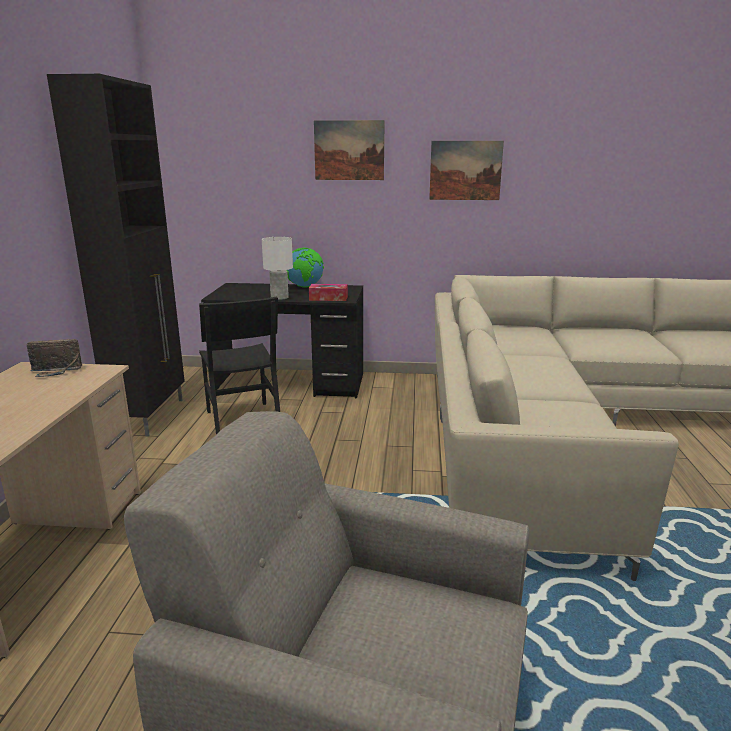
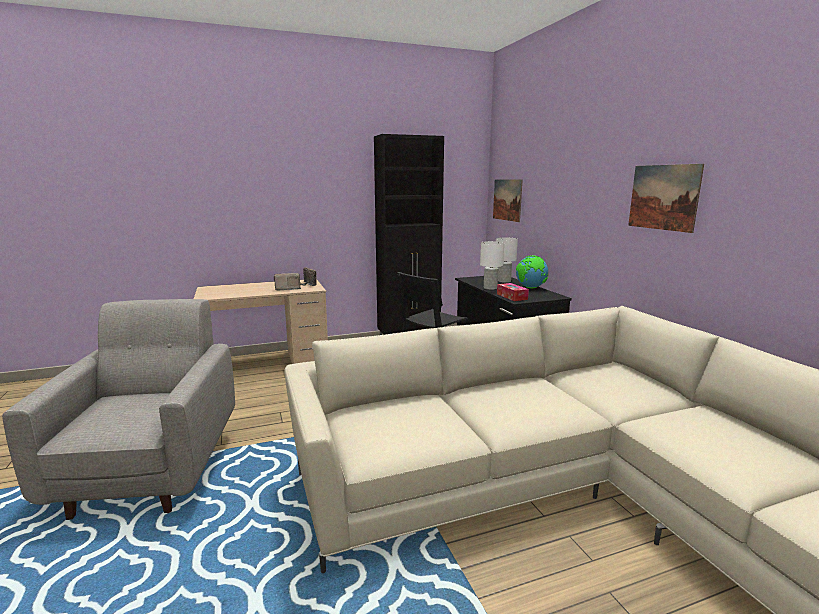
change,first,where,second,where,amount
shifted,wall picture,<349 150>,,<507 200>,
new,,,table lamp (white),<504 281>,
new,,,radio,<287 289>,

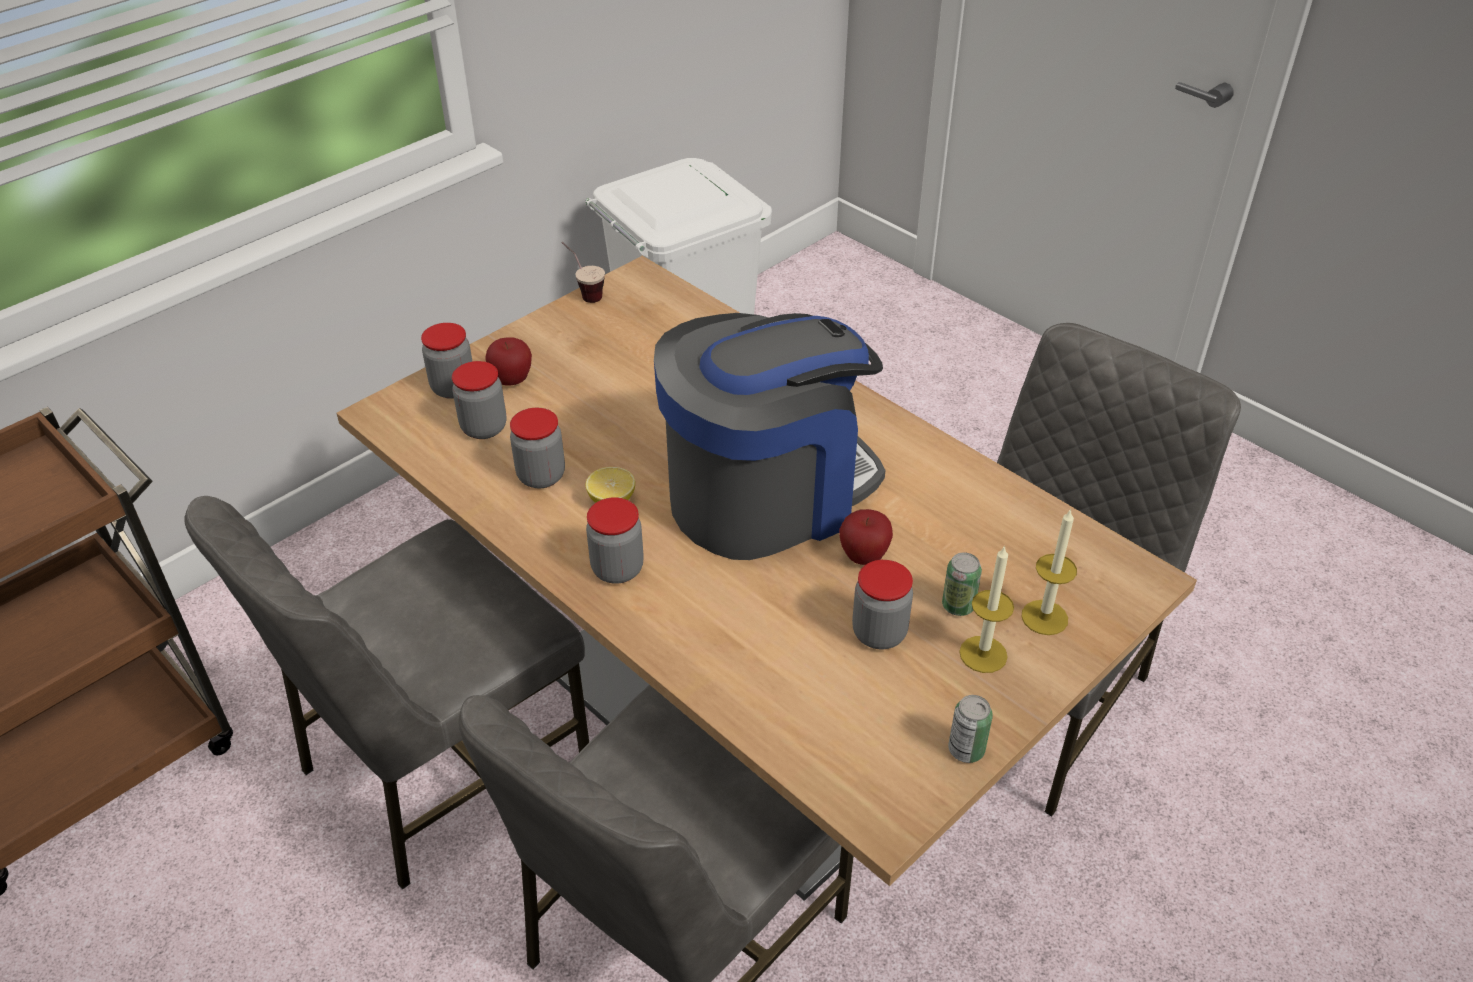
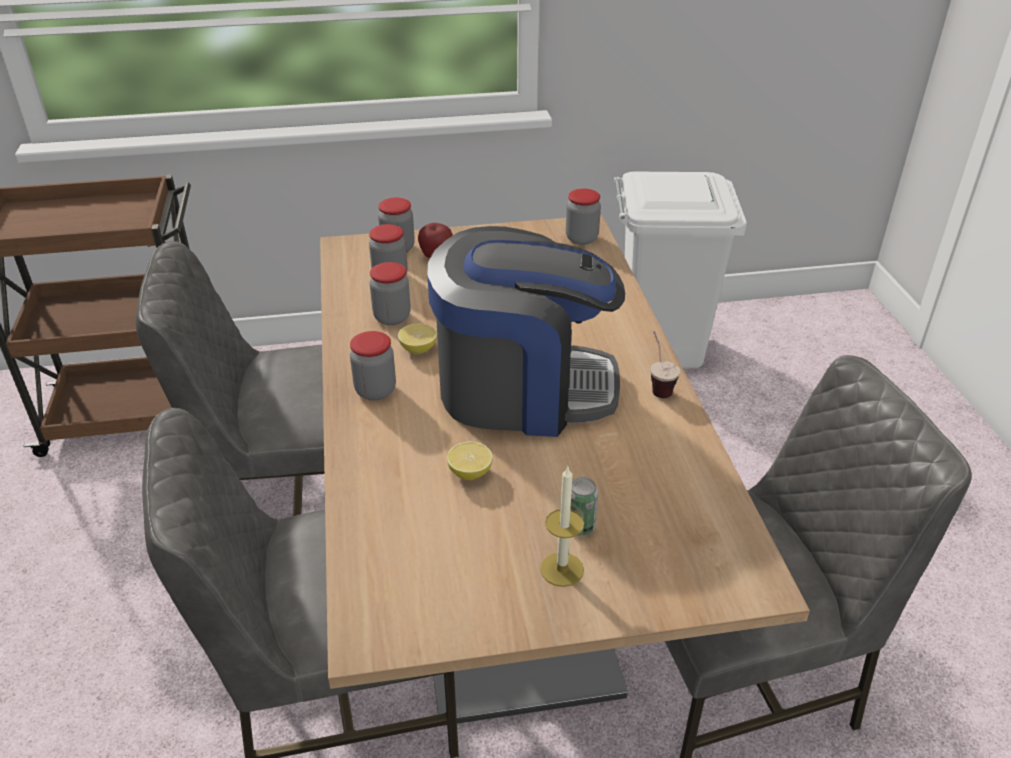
change,first,where,second,where,amount
shifted,drinking cup,<584 293>,,<658 385>,
gone,wax light,<1044 617>,,,
gone,apple,<863 557>,,,
shifted,storage jar,<879 633>,,<581 238>,
gone,sealed can,<966 750>,,,
new,,,whole lemon,<470 472>,

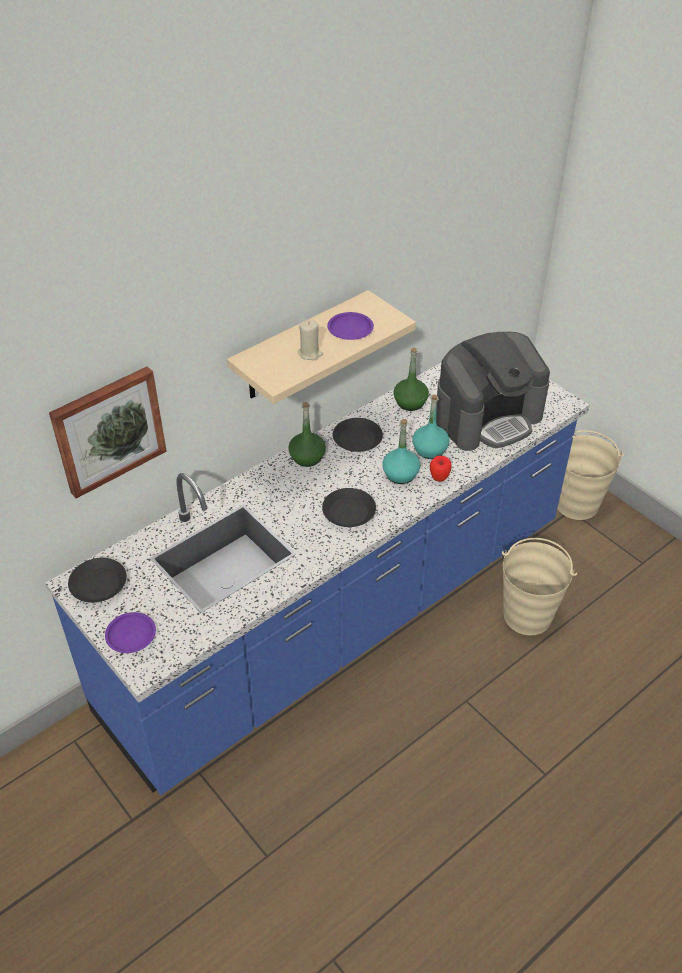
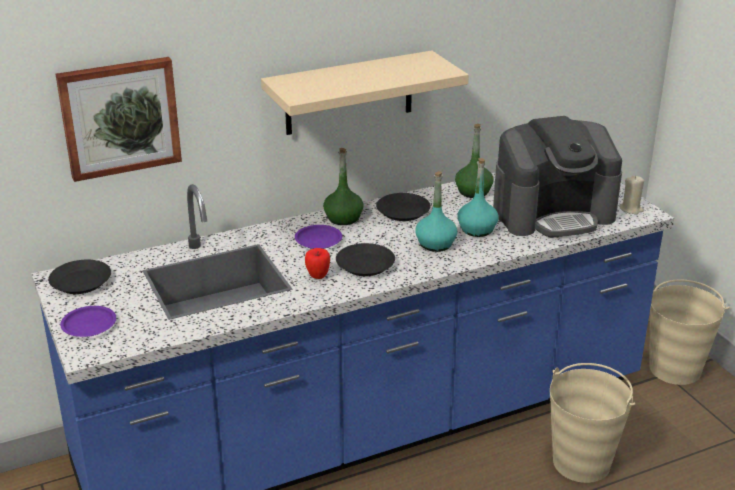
change,first,where,second,where,amount
shifted,plate (purple-coloured),<350 329>,,<318 240>,
shifted,wax light (beige),<310 353>,,<631 209>,
shifted,apple,<439 479>,,<318 277>,

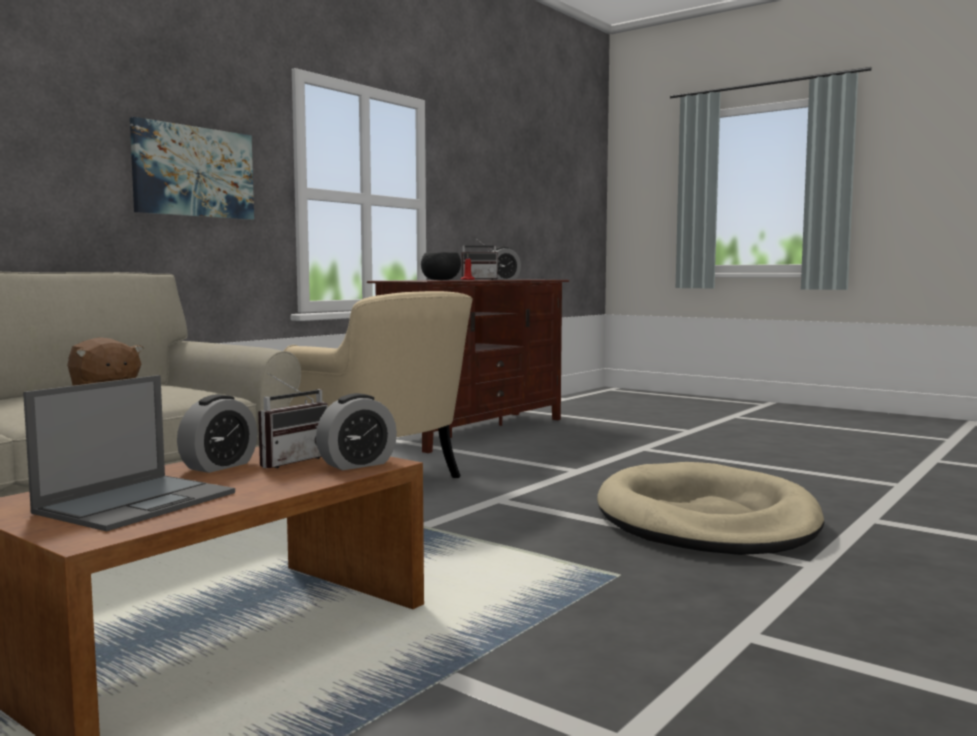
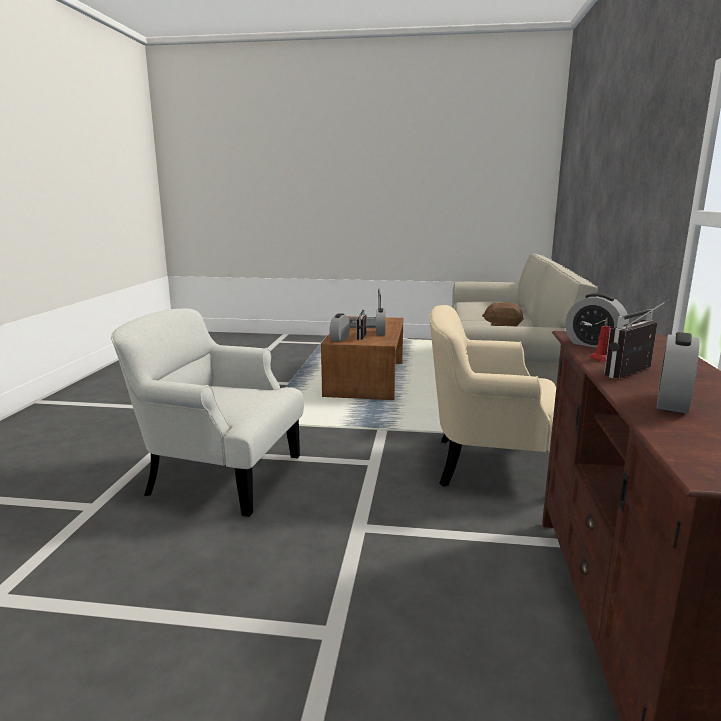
change,first,where,second,where,amount
gone,wall picture,<193 172>,,,
swapped,bowl (black-coloured),<440 280>,alarm clock,<593 344>,
swapped,dog bed (beige),<706 520>,armchair (white),<220 475>,

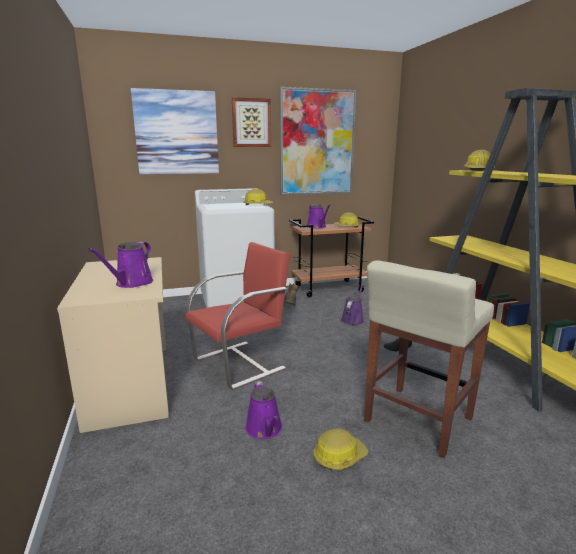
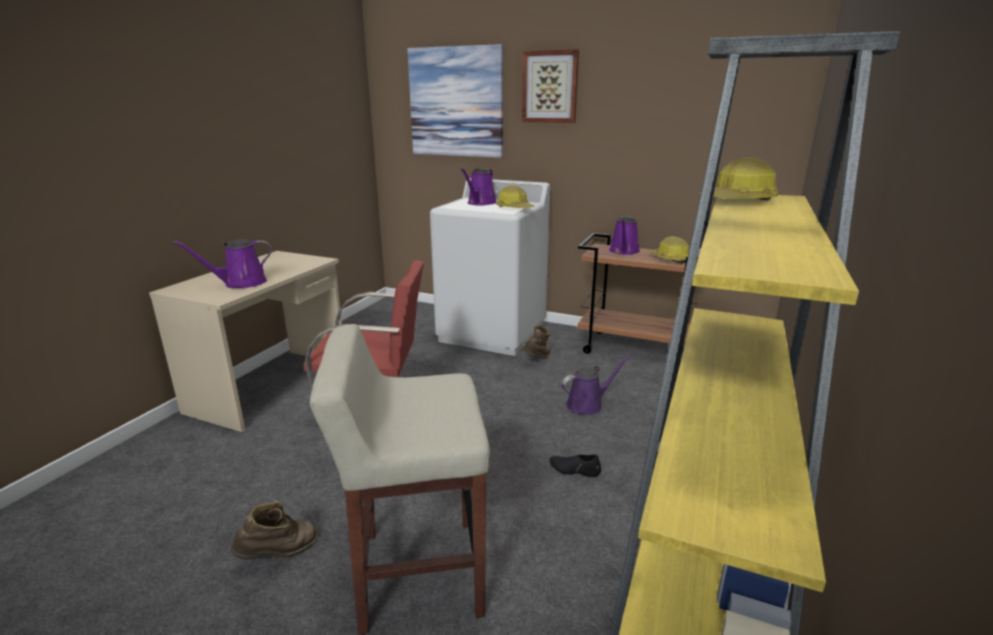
change,first,where,second,where,amount
gone,wall picture,<317 143>,,,
shifted,sprinkling can (purple-coloured),<265 429>,,<480 203>,
swapped,safety helmet,<339 456>,boot (brown),<280 555>,

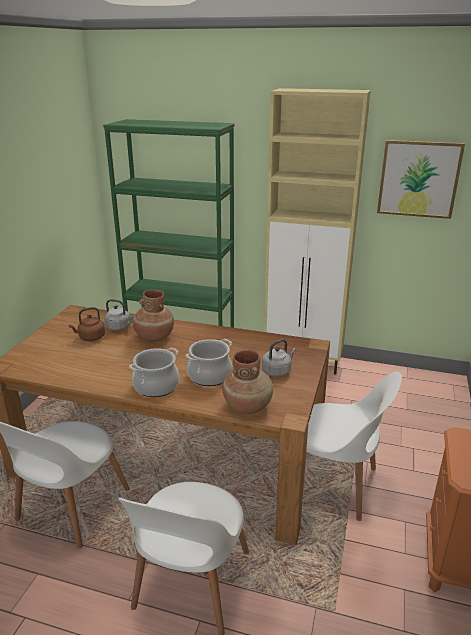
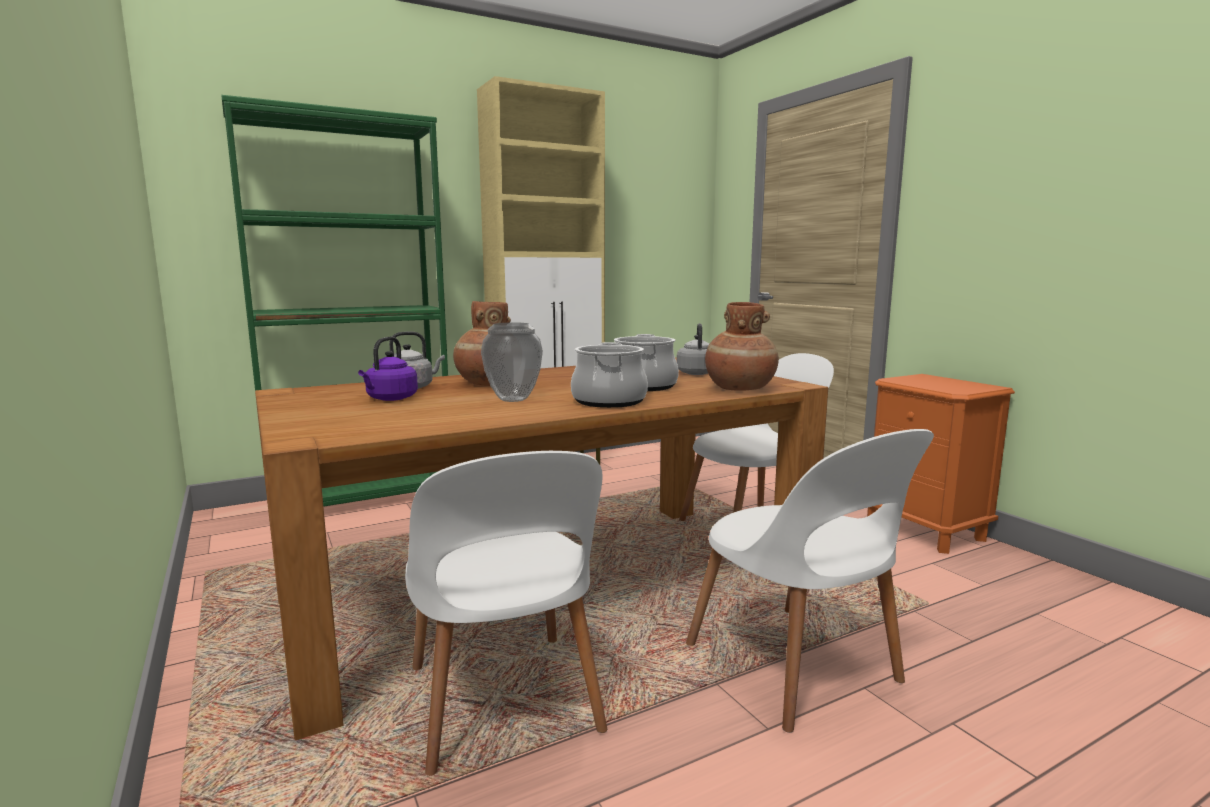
change,first,where,second,where,amount
gone,wall picture,<418 179>,,,
repainted,water kettle (brown),<90 337>,water kettle (purple-coloured),<390 399>,
new,,,decorative vase,<513 399>,

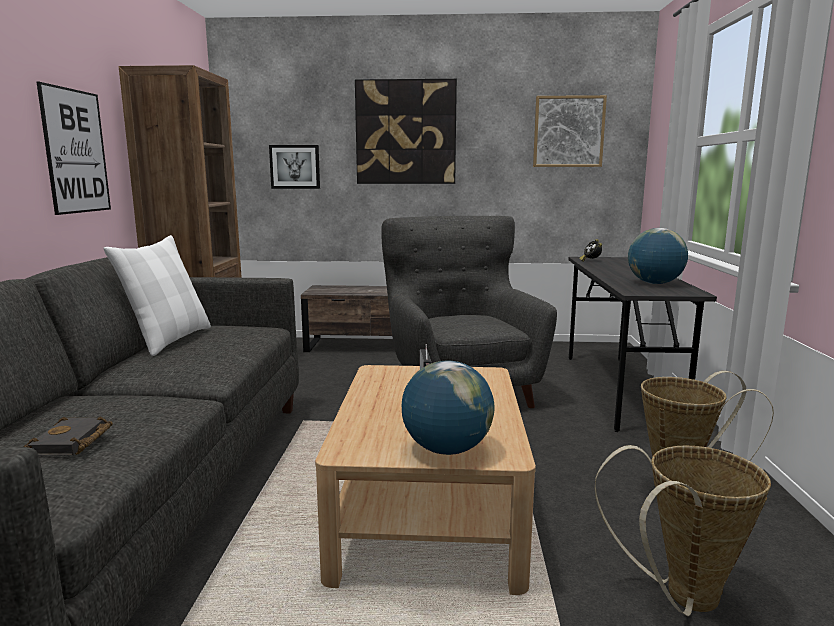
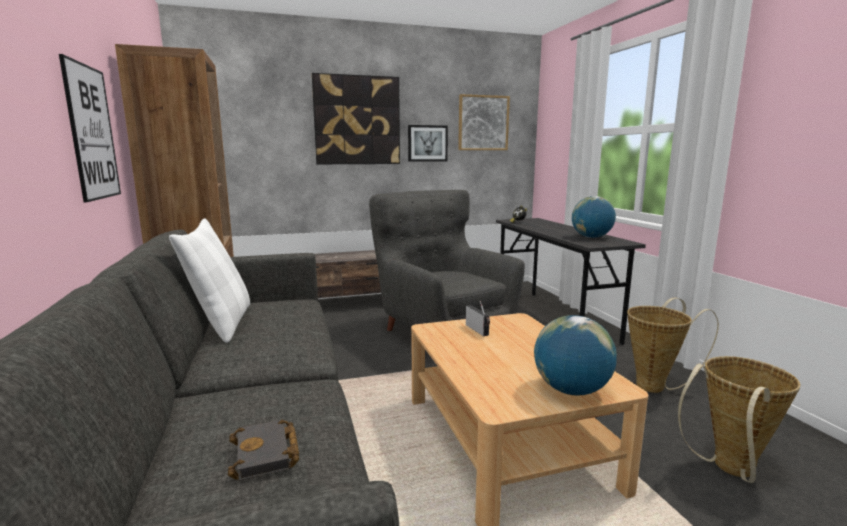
change,first,where,second,where,amount
shifted,wall picture,<295 167>,,<427 143>,

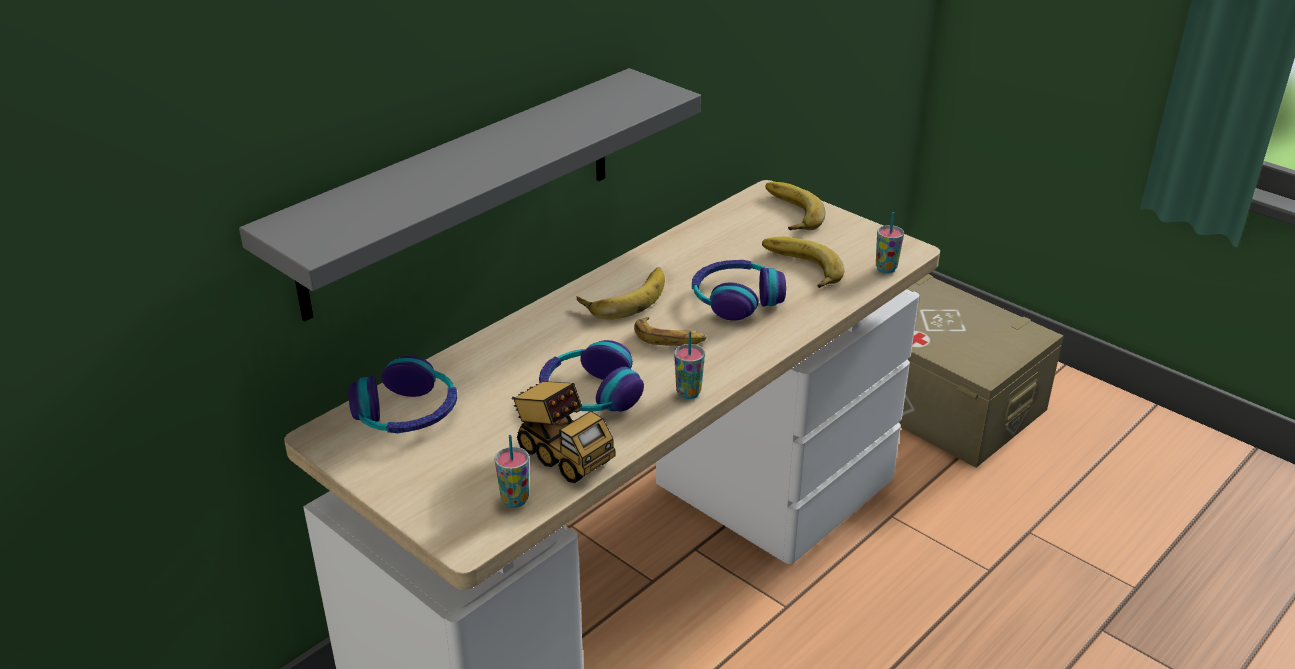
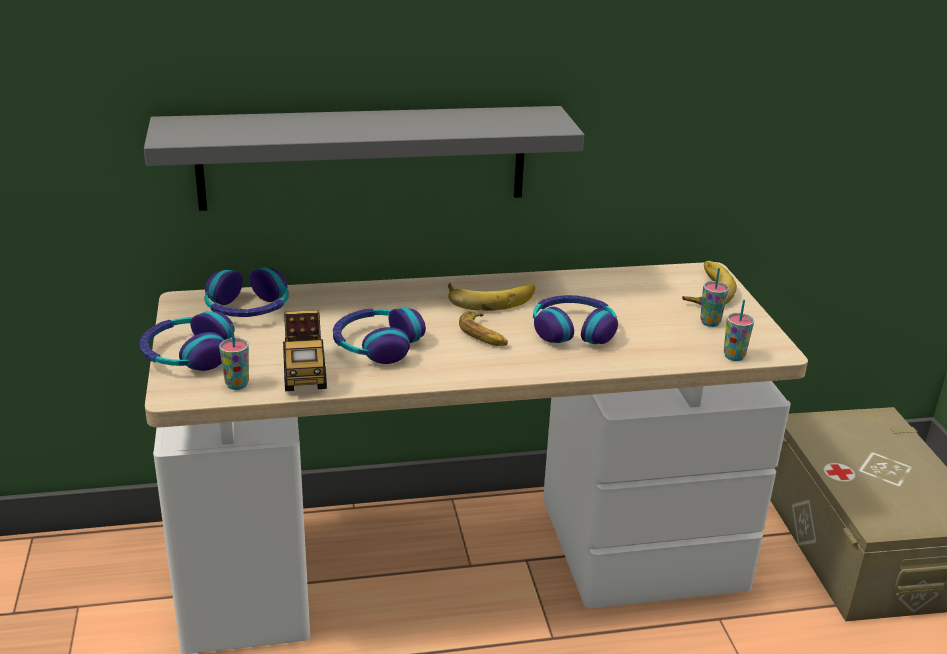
change,first,where,second,where,amount
gone,banana,<799 269>,,,
shifted,drinking cup,<688 393>,,<710 323>,
new,,,headset,<187 355>,

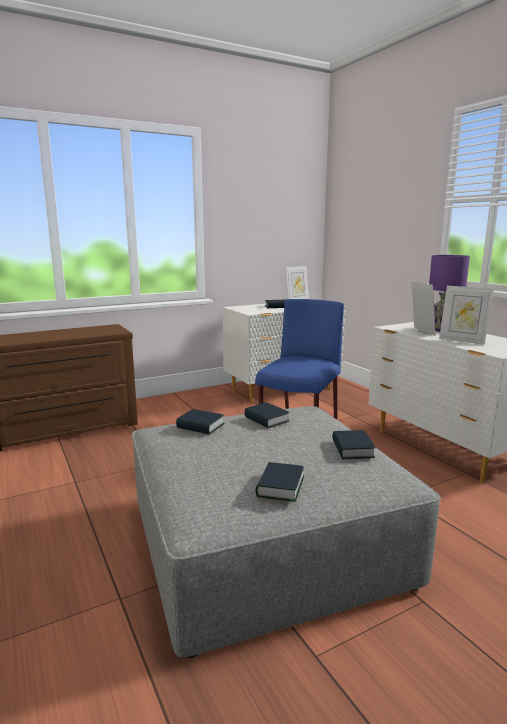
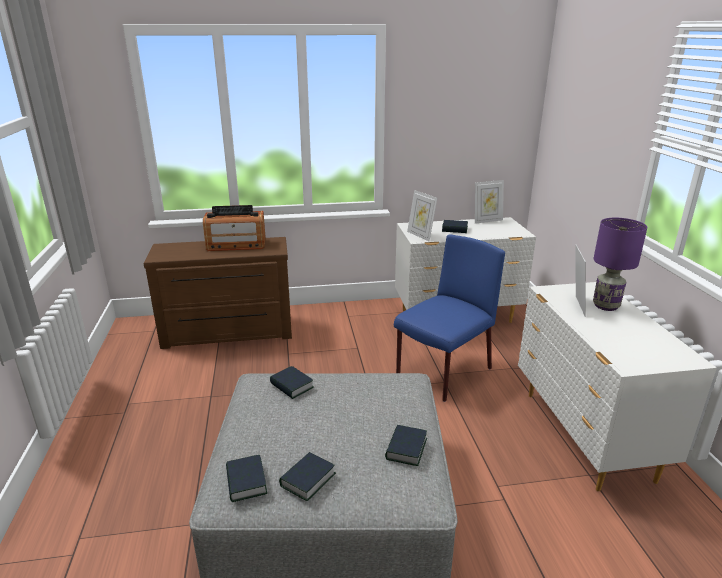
change,first,where,second,where,amount
shifted,standing frame,<462 340>,,<420 235>,
shifted,book,<266 419>,,<246 482>,
new,,,radio,<236 245>,

